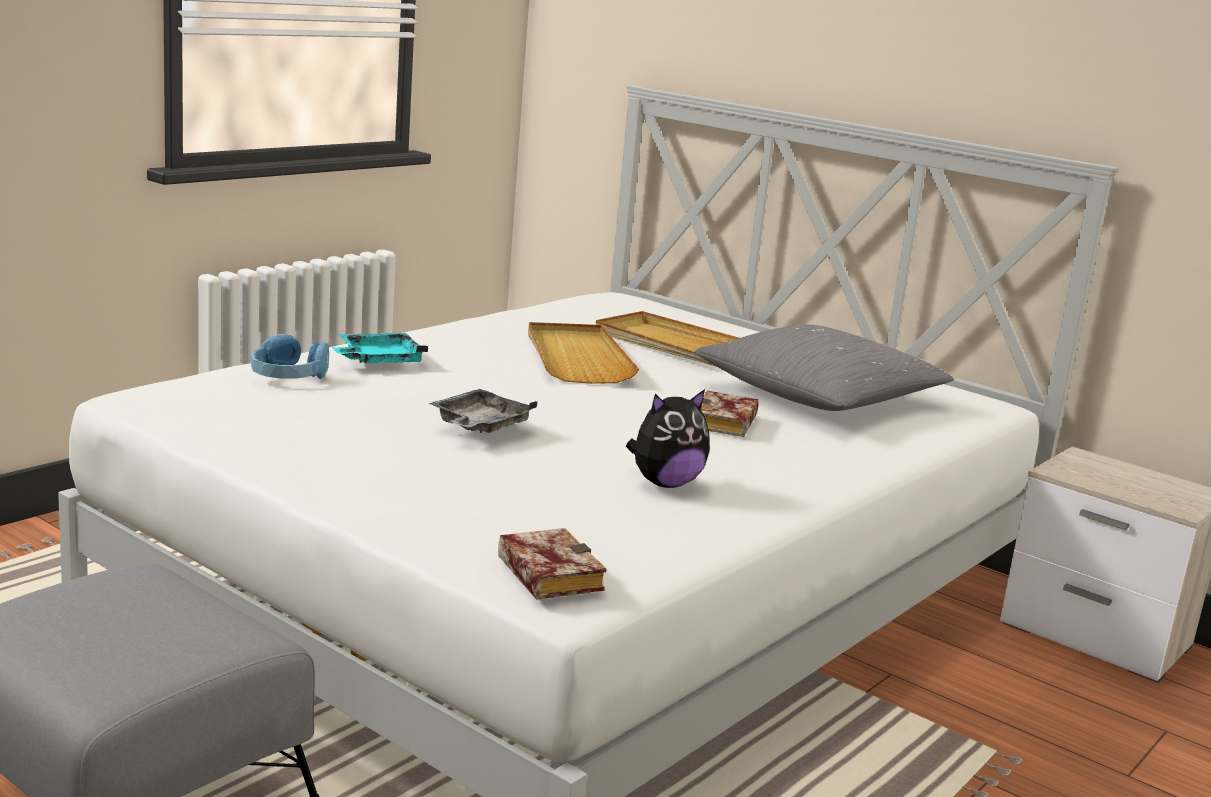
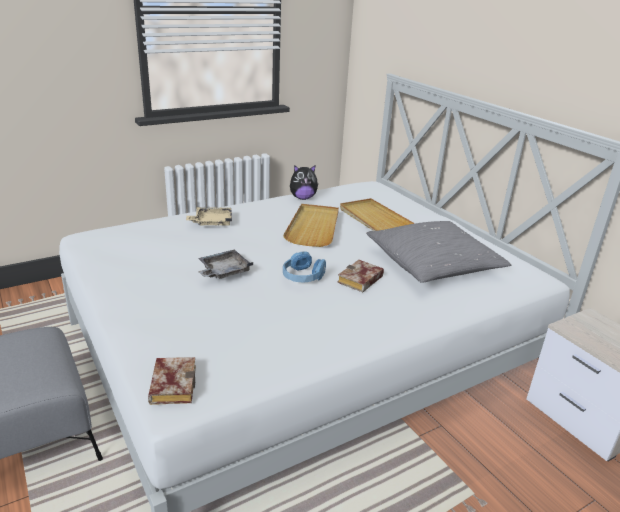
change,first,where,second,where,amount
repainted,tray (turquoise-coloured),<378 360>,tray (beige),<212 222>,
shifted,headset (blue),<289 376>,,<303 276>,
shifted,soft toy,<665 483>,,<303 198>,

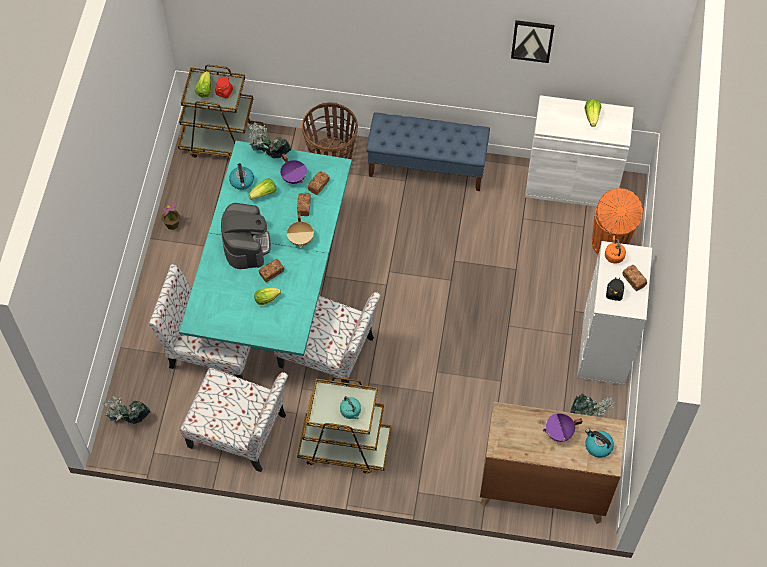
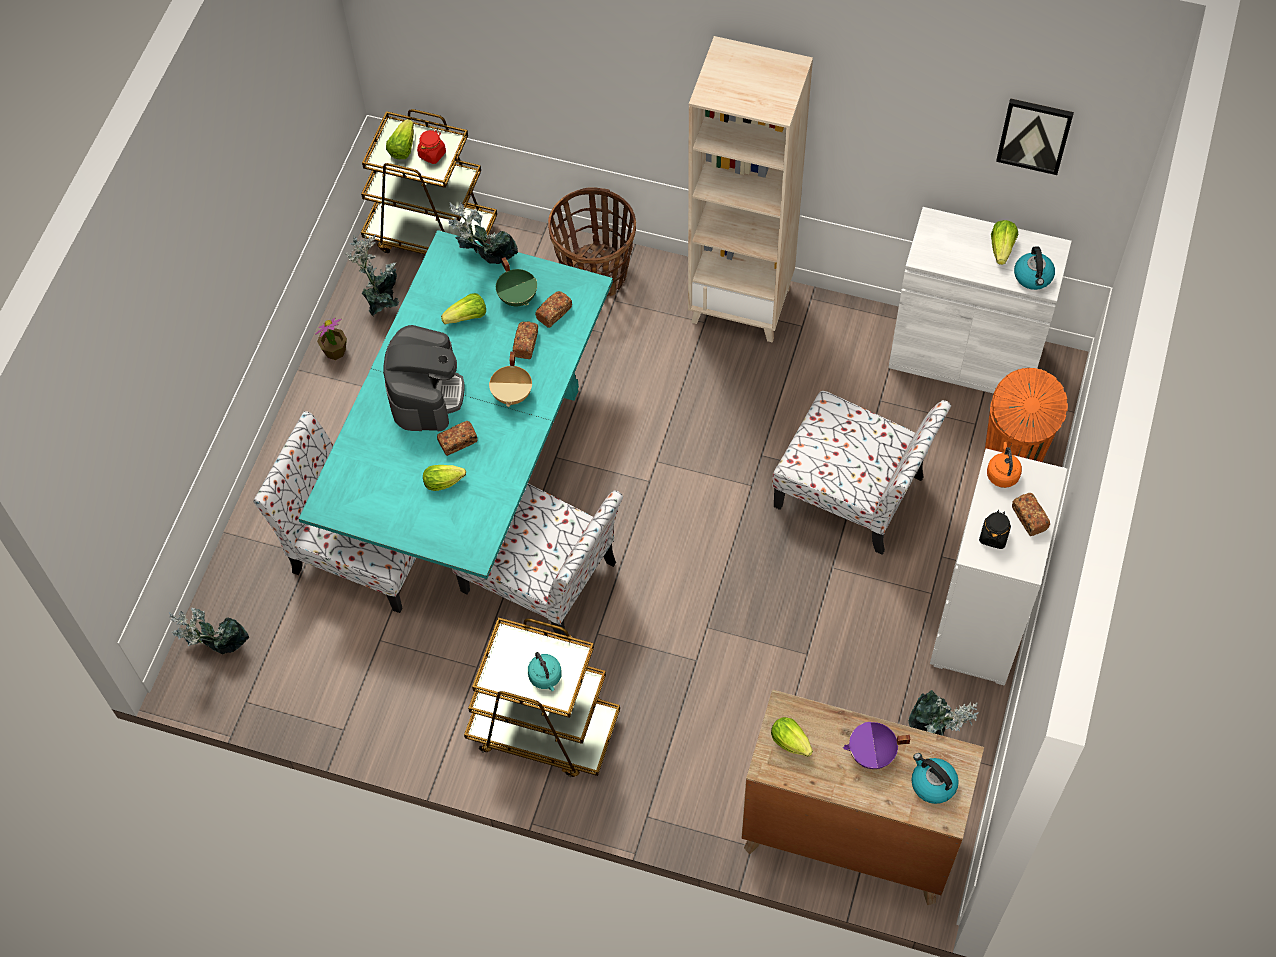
change,first,where,second,where,amount
shifted,wall picture,<532 40>,,<1034 135>,
swapped,long seat (blue),<427 166>,shelving unit (beige),<742 304>,
repainted,cooking pot (purple-coloured),<294 177>,cooking pot (green),<518 297>,
shifted,water kettle,<242 181>,,<1033 277>,
shifted,upright chair,<240 431>,,<853 493>,
new,,,potted plant,<382 301>,
new,,,lettuce,<792 743>,

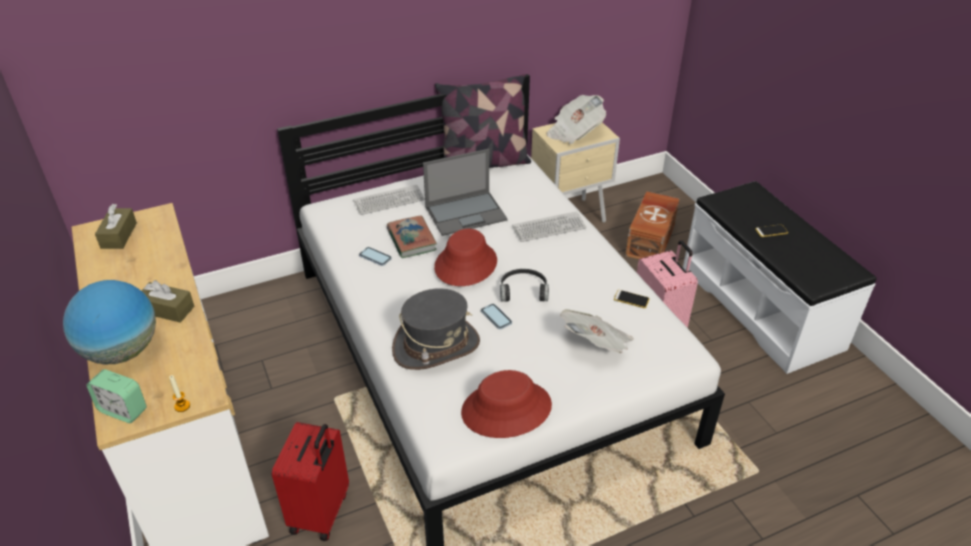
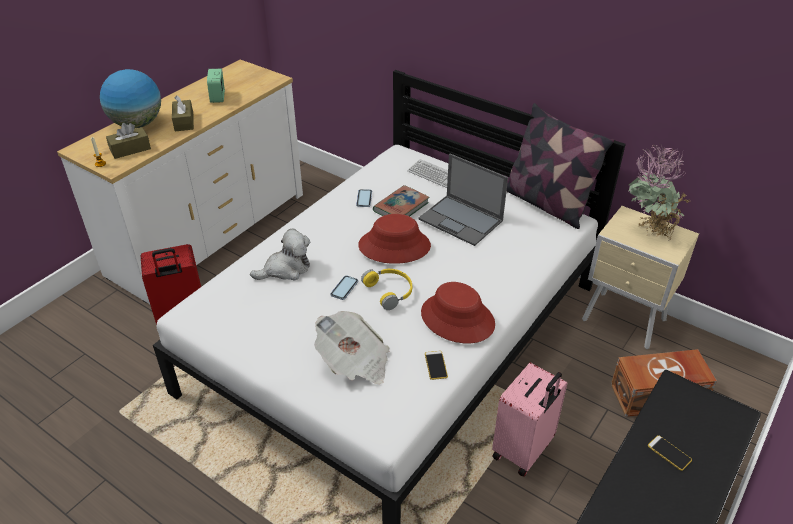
change,first,where,second,where,amount
swapped,newspaper,<574 132>,potted plant,<648 233>,
shifted,tissue holder (brown),<119 235>,,<130 149>,
gone,PC keyboard,<549 228>,,,
repainted,headset (black-coloured),<523 290>,headset (yellowish),<390 291>,
swapped,hat (gray),<436 346>,soft toy,<286 269>,
shifted,alarm clock,<123 410>,,<218 97>,
shifted,hat (red-coloured),<506 409>,,<457 319>,

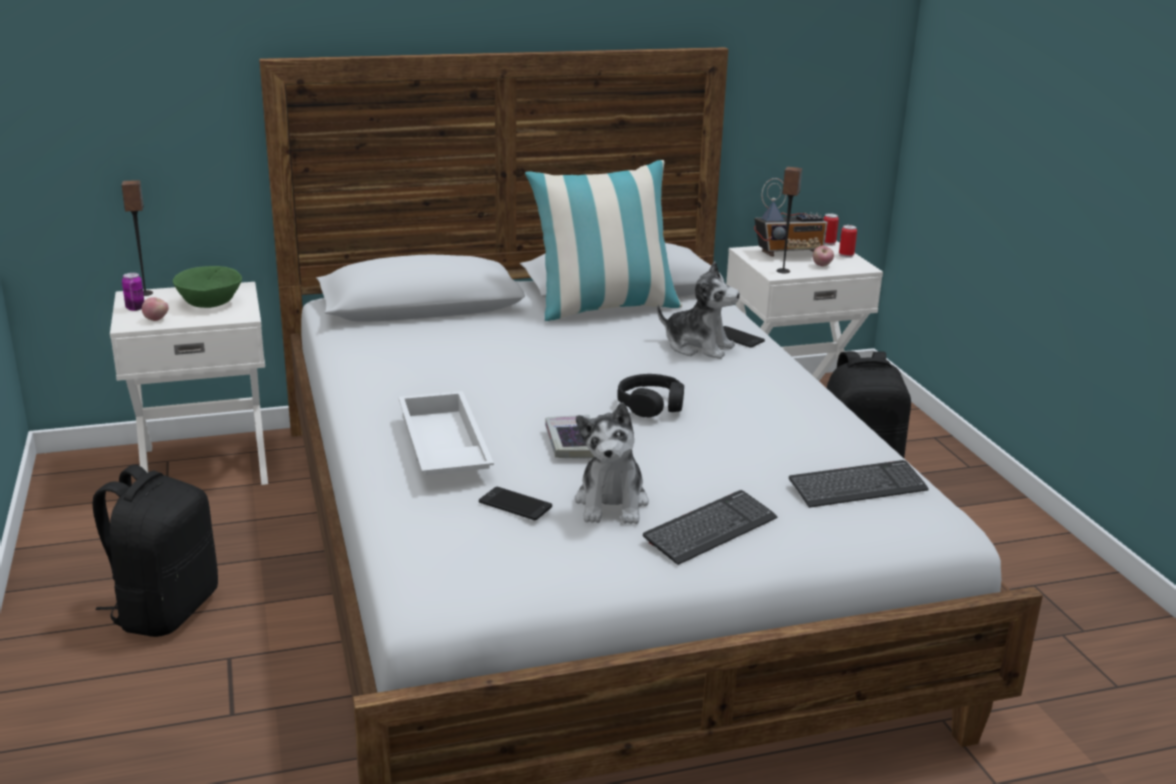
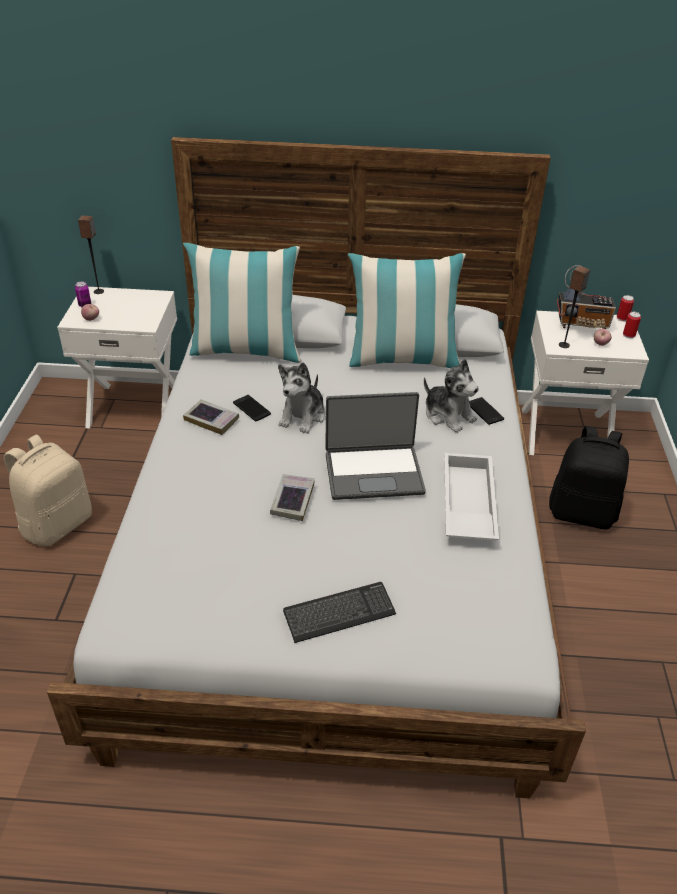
change,first,where,second,where,amount
gone,bowl (green),<209 303>,,,
swapped,headset (black-coloured),<651 405>,laptop,<373 472>,
shifted,tray (white),<441 448>,,<466 504>,
shifted,soft toy,<612 503>,,<303 416>,
gone,PC keyboard,<857 487>,,,
repainted,backpack (black-coloured),<165 609>,backpack (beige),<56 524>,
shifted,phone,<515 504>,,<251 408>,
new,,,cushion,<246 350>,
new,,,book,<211 420>,

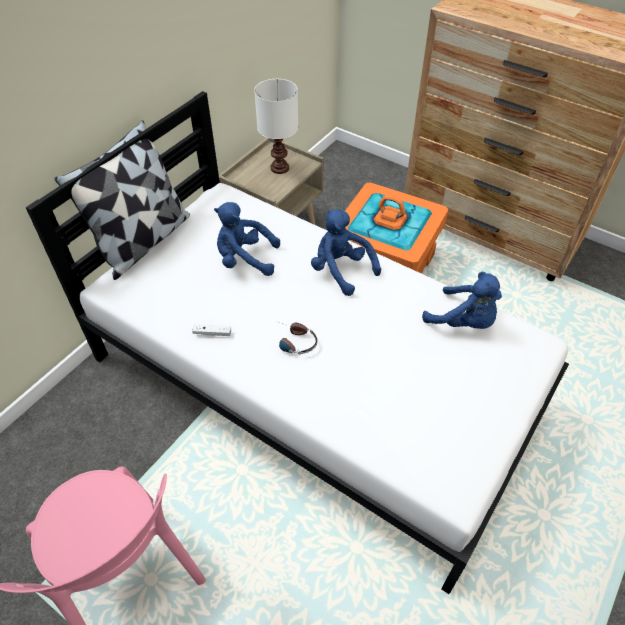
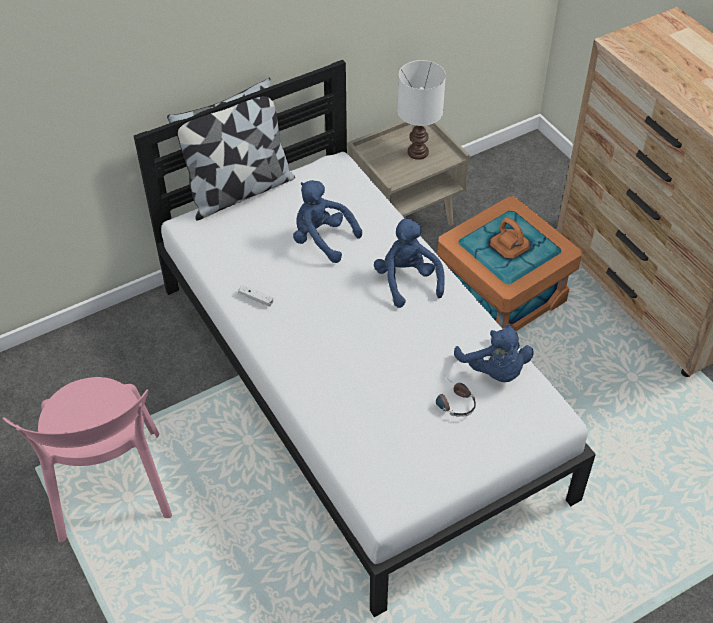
change,first,where,second,where,amount
shifted,headset,<293 341>,,<452 401>,

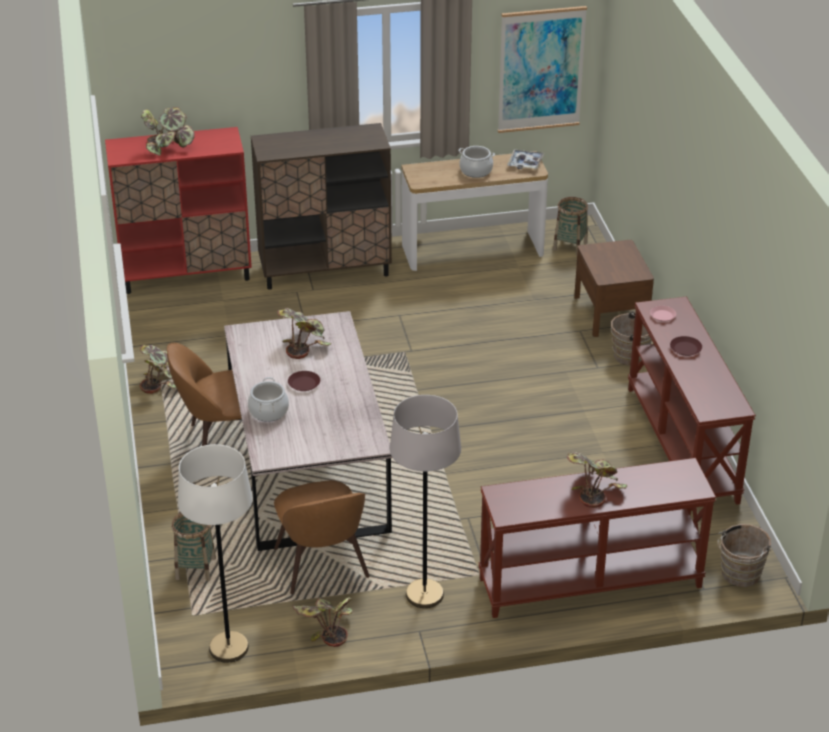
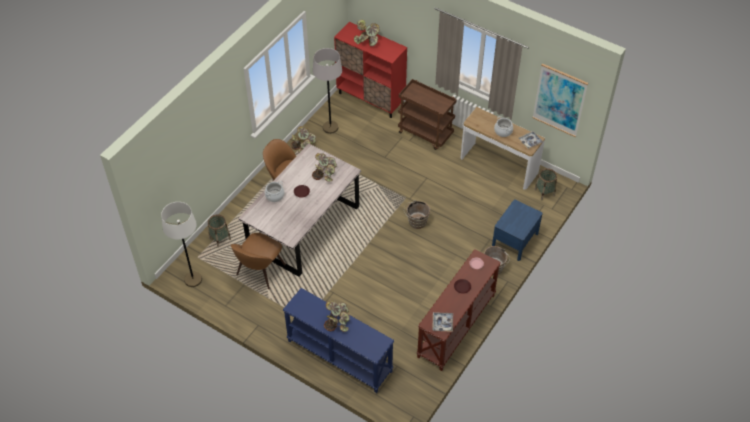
change,first,where,second,where,amount
swapped,cabinet (brown),<325 270>,trolley (brown),<426 134>,
repainted,night table (brown),<611 313>,night table (blue),<515 240>,
shifted,standing lamp (gray),<424 595>,,<330 127>,
repainted,hall table (brown),<590 583>,hall table (blue),<339 356>,
shifted,pail (brown),<739 575>,,<416 222>,
gone,potted plant,<323 628>,,,
new,,,tray,<442 323>,

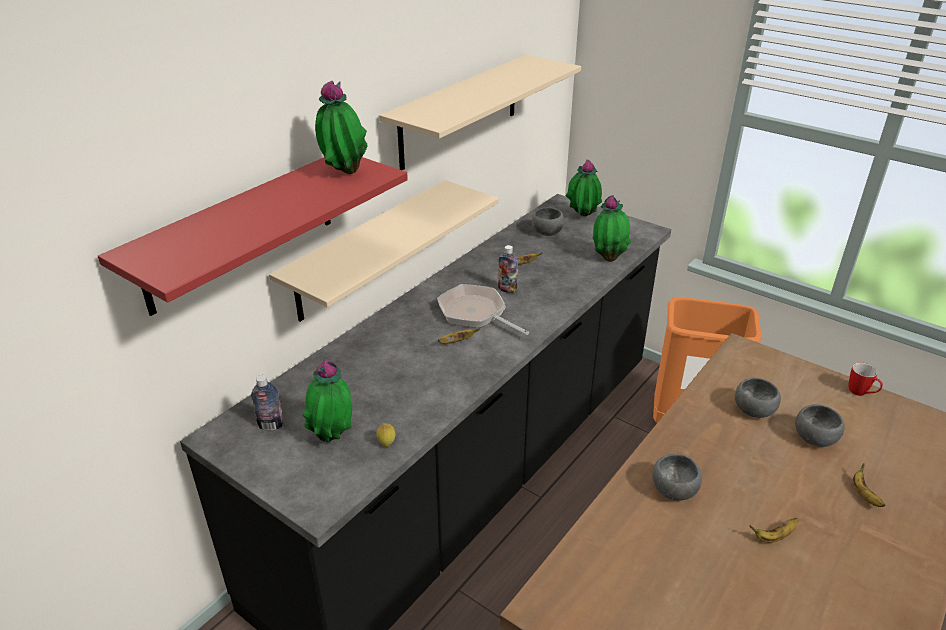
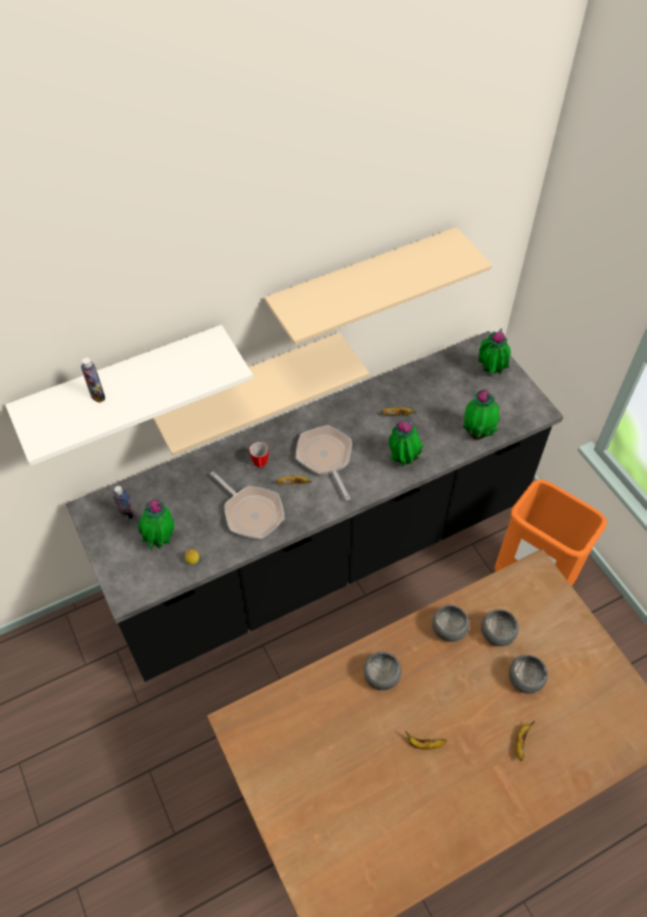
change,first,where,second,where,amount
shifted,potted plant,<343 174>,,<402 460>,
repainted,shelf (red-coloured),<241 231>,shelf (white),<122 382>,
shifted,bowl (gray),<546 232>,,<448 628>,
shifted,drink bottle,<507 289>,,<97 395>,
shifted,coffee mug,<861 393>,,<260 465>,
new,,,skillet,<251 513>,

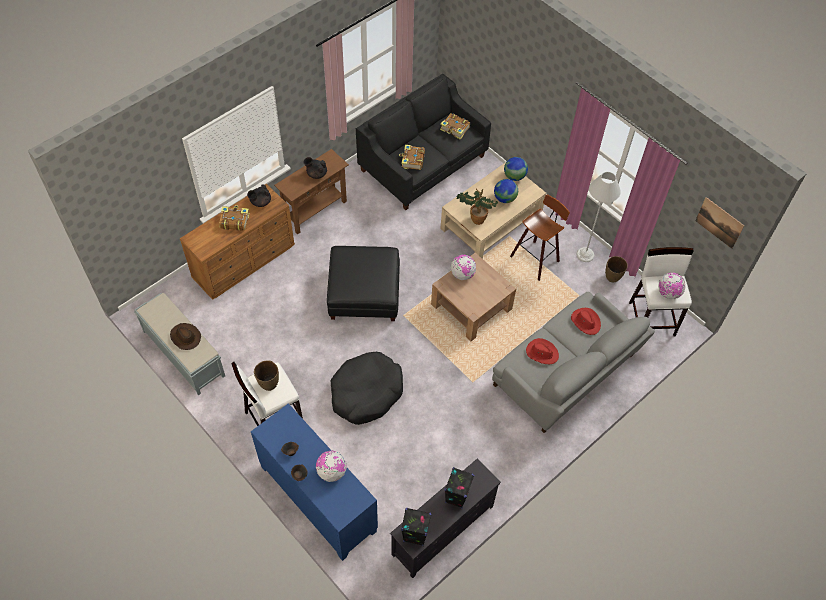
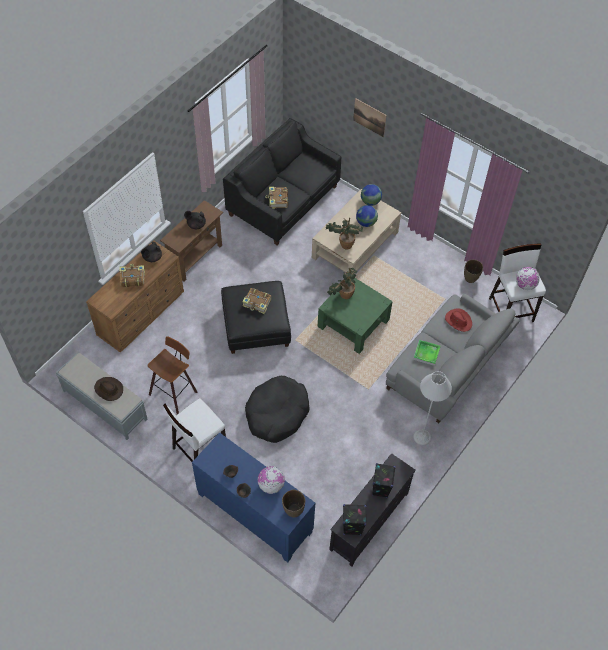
change,first,where,second,where,amount
shifted,book,<455 129>,,<257 303>,
shifted,standing lamp (gray),<585 255>,,<422 437>,
shifted,stool,<536 258>,,<174 393>,
shifted,wall picture,<719 222>,,<369 117>,
repainted,coffee table (brown),<471 307>,coffee table (green),<353 323>,
swapped,desk globe,<462 274>,potted plant,<343 295>,
swapped,hat (red-coloured),<542 353>,tray,<426 353>,
shifted,decorative vase (brown),<268 384>,,<293 511>,

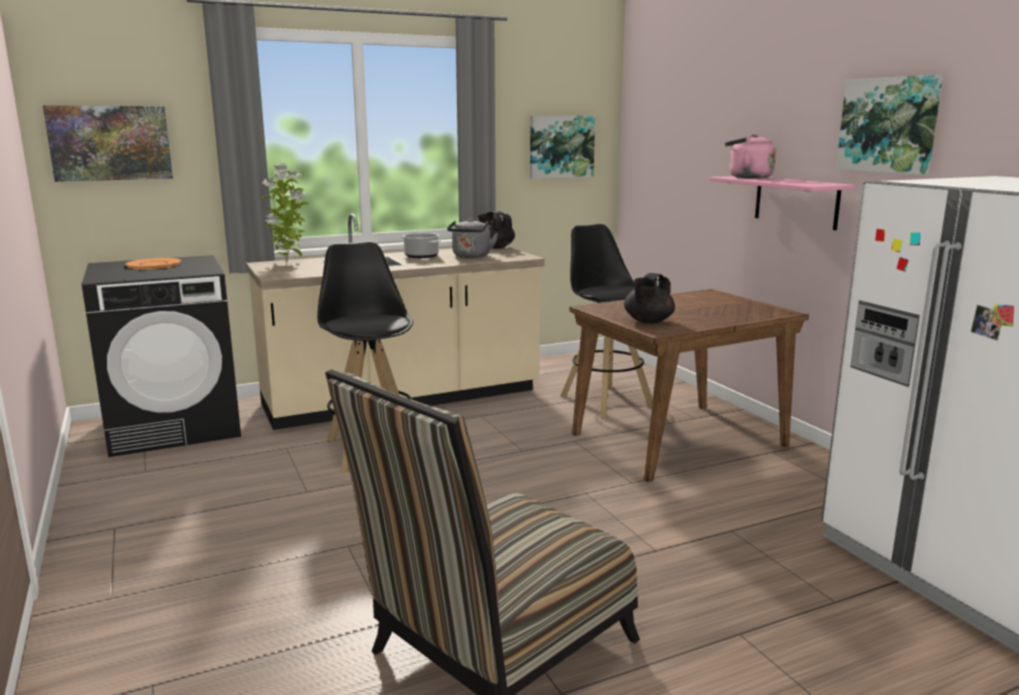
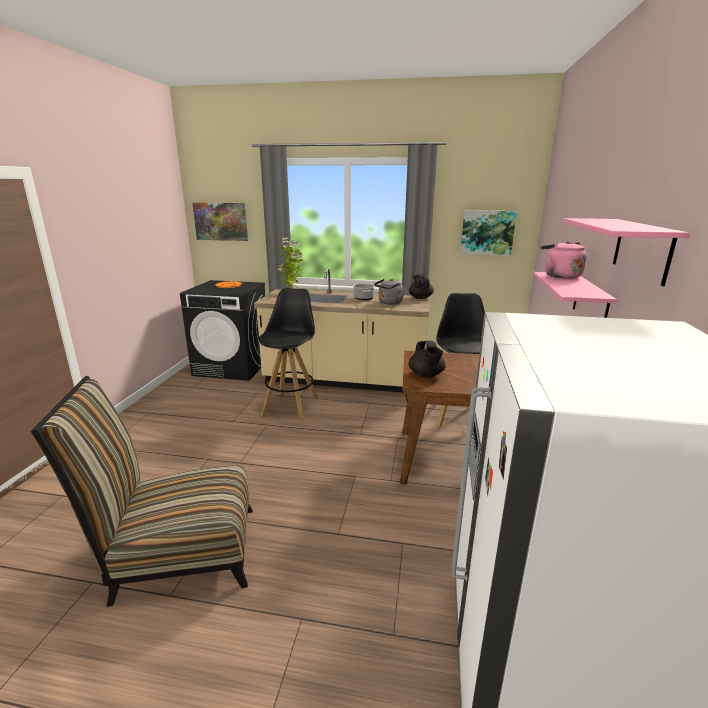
change,first,where,second,where,amount
swapped,wall picture,<888 125>,shelf (pink-coloured),<641 249>,
rotated,pot for tea (black-coloured),<648 321>,,<426 375>,75 degrees counterclockwise

